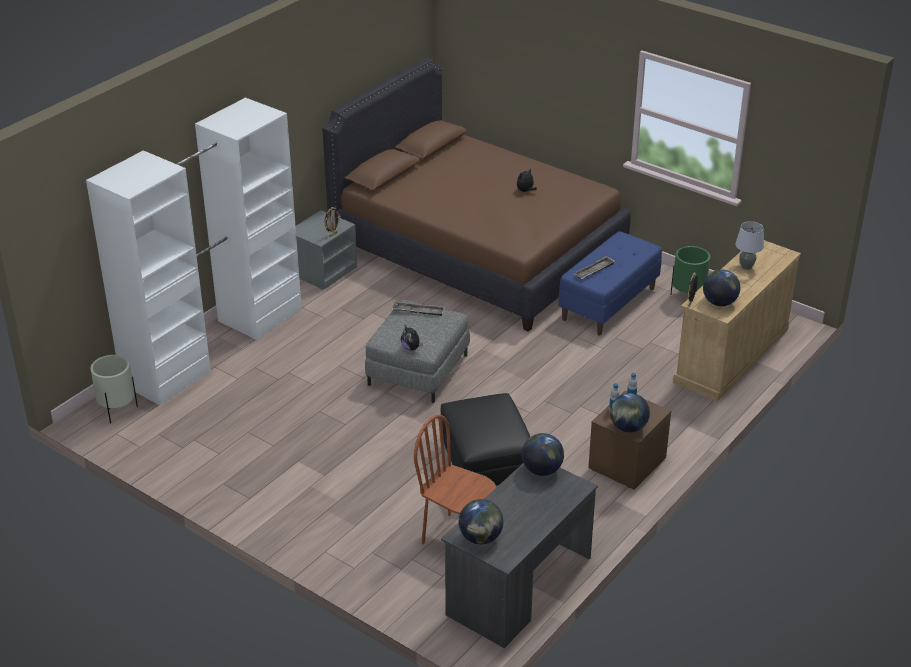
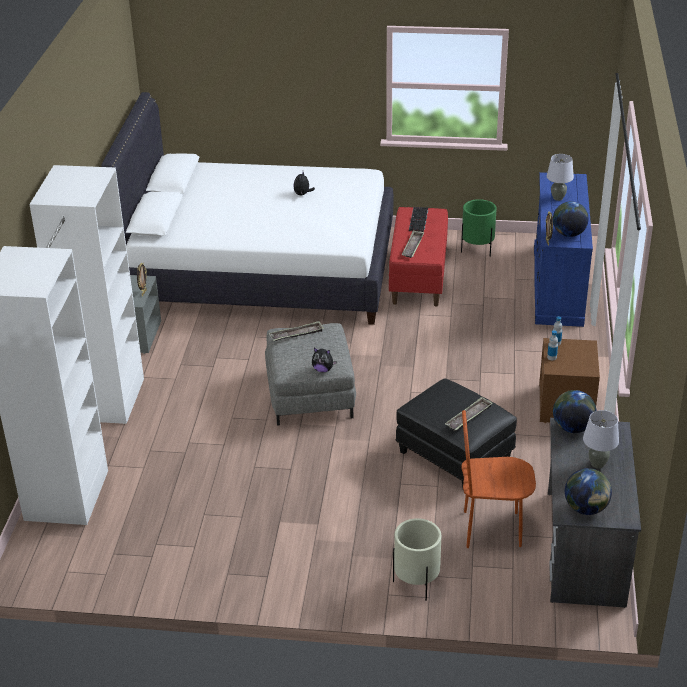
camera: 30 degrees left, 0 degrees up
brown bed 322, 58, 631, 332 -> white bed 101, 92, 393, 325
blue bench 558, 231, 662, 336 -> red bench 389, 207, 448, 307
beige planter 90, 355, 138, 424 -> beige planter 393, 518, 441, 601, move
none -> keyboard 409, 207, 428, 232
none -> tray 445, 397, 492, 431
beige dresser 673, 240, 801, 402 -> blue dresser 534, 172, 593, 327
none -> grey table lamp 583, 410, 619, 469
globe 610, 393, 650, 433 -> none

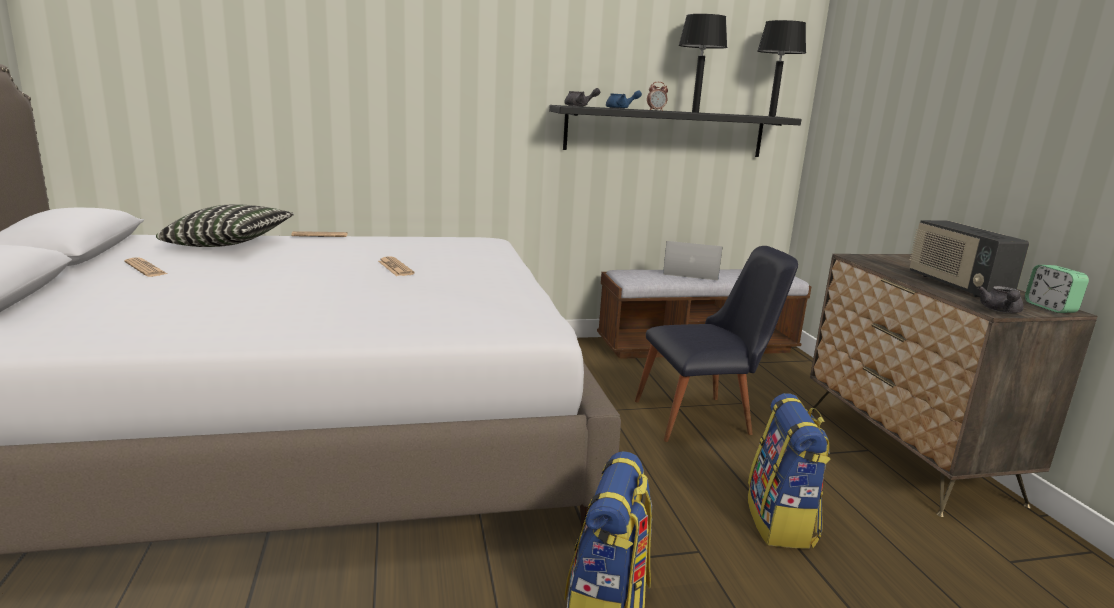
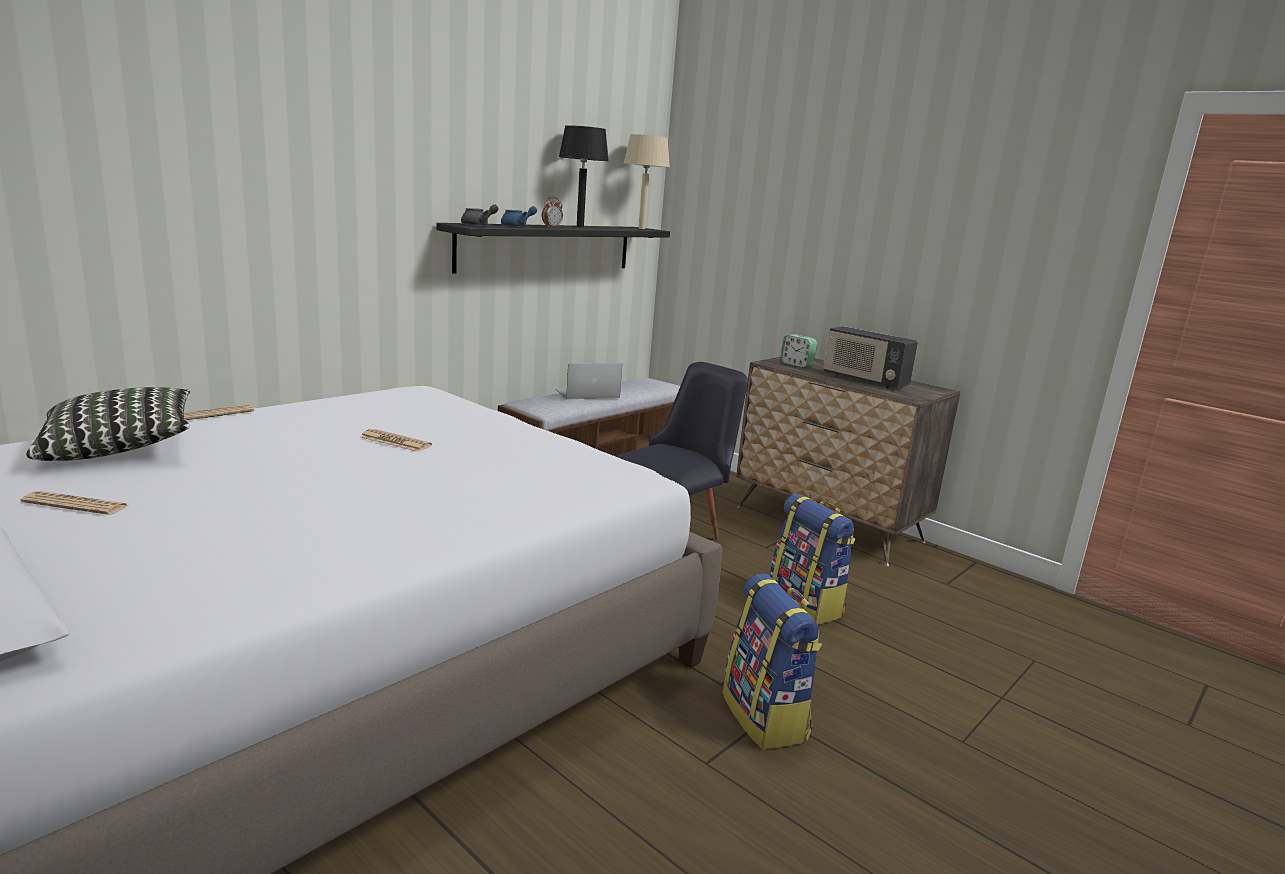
camera: 35 degrees left, 0 degrees up
black table lamp 757, 20, 806, 117 -> beige table lamp 623, 134, 670, 229
alarm clock 1025, 265, 1089, 313 -> alarm clock 780, 334, 817, 368, move
grey teapot 978, 286, 1024, 313 -> none

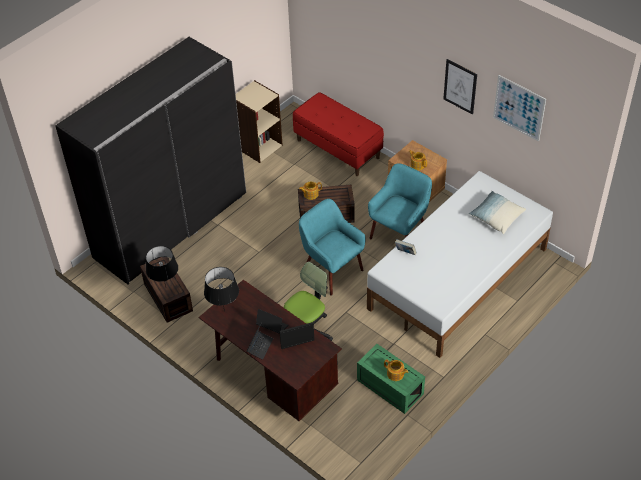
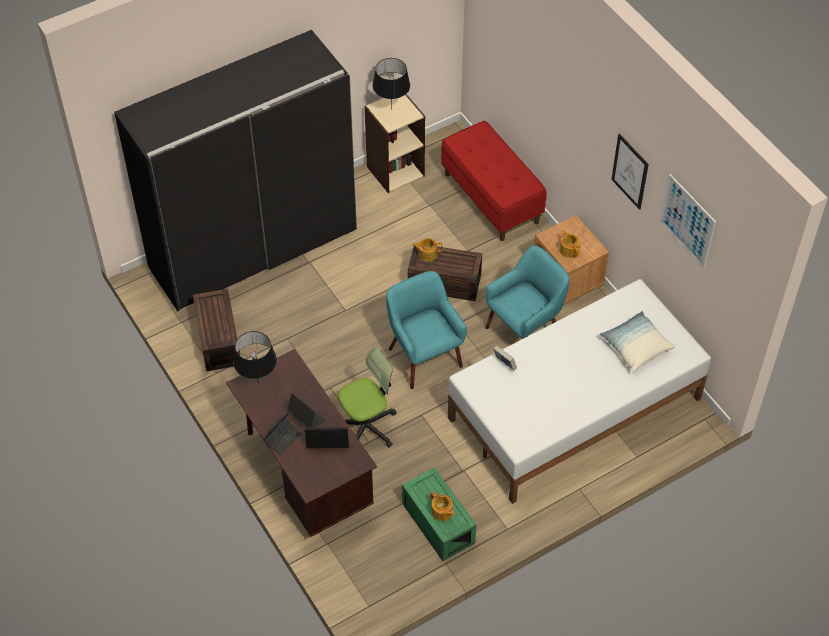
camera: 15 degrees right, 5 degrees up
black table lamp 146, 246, 178, 287 -> black table lamp 373, 58, 410, 108, move

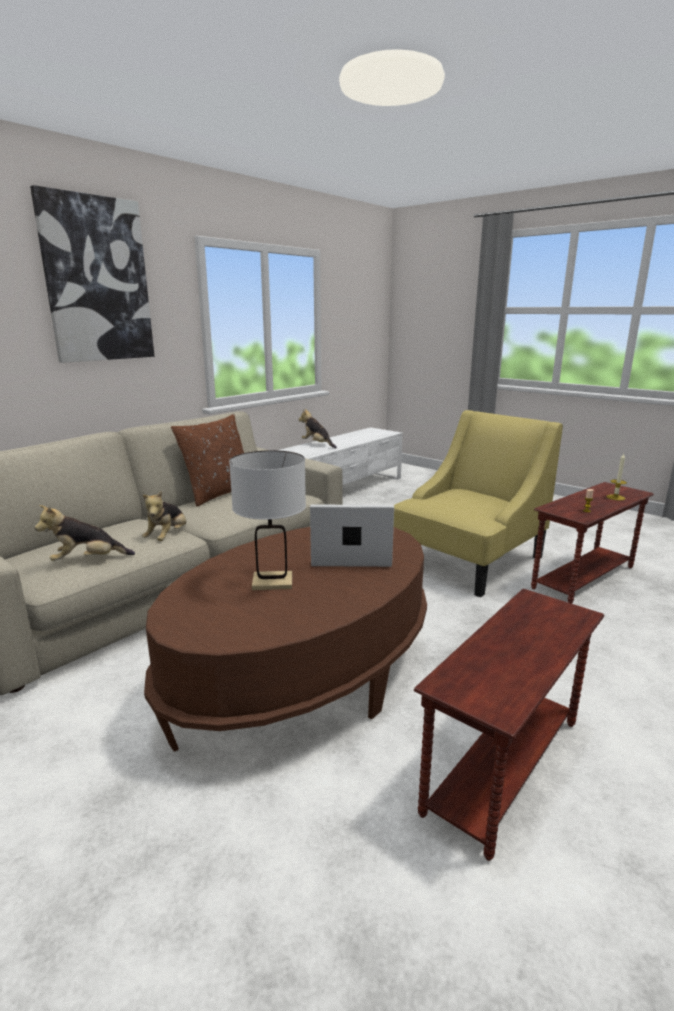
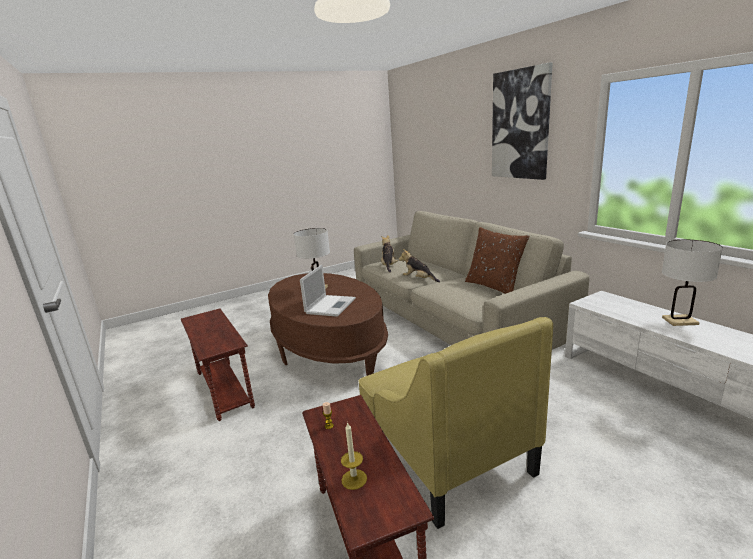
camera: 110 degrees right, 0 degrees up
plush toy 298, 409, 337, 449 -> white table lamp 662, 239, 723, 326

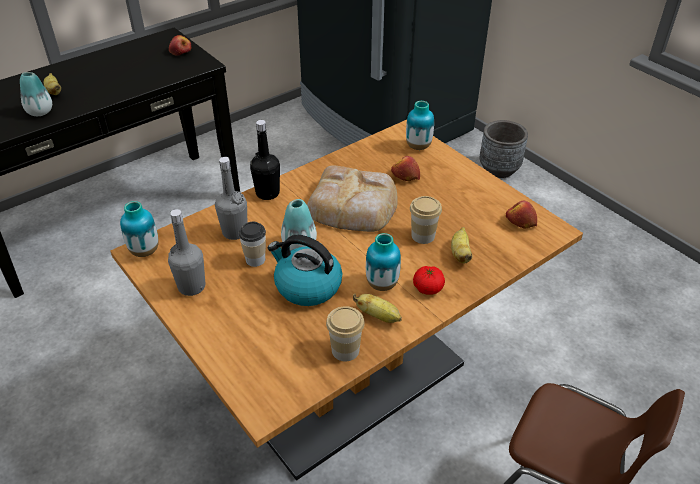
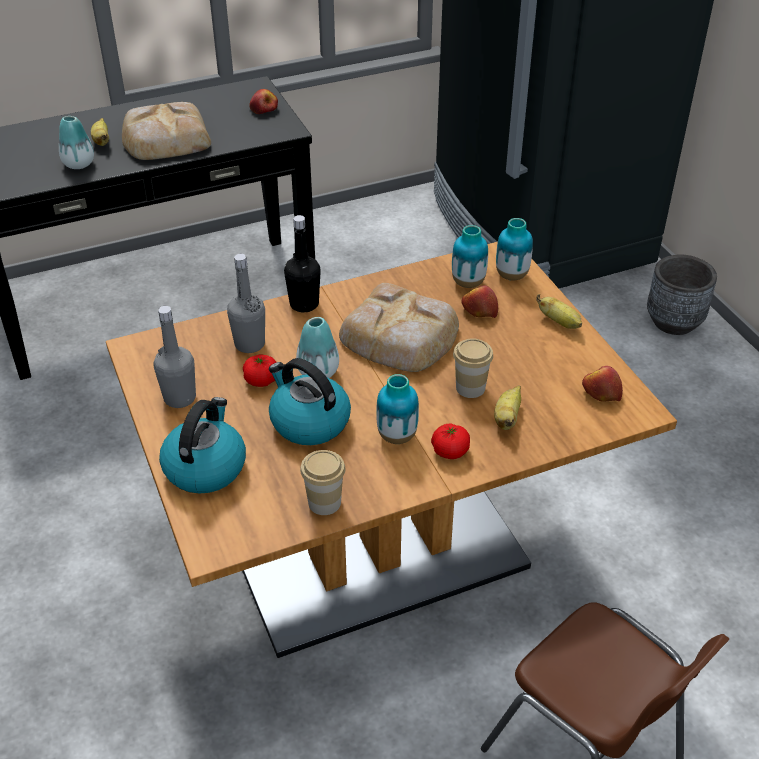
camera: 15 degrees right, 0 degrees up
none -> bread 122, 102, 211, 160
none -> kettle 159, 397, 246, 494
cup 239, 222, 266, 267 -> tomato 243, 355, 277, 387
vase 120, 201, 159, 257 -> vase 452, 225, 488, 288, move
banana 353, 294, 402, 323 -> banana 536, 294, 582, 329, move

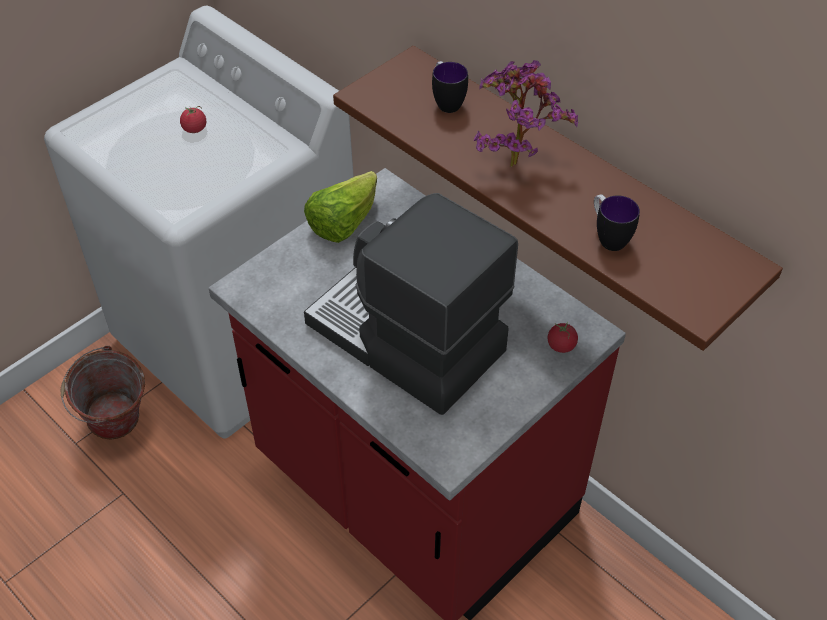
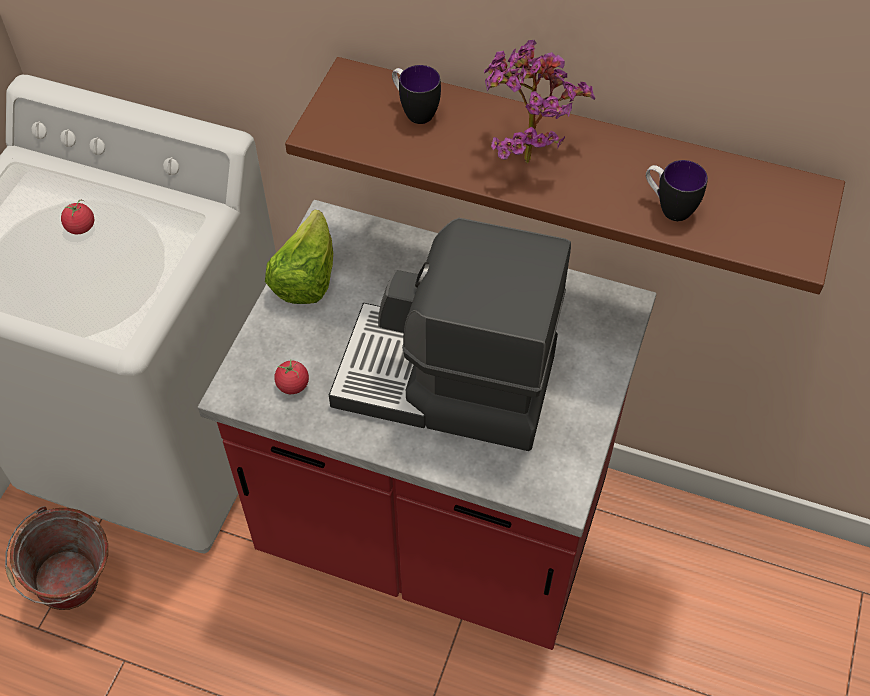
camera: 25 degrees left, 5 degrees up
tomato 548, 322, 578, 353 -> tomato 274, 359, 309, 394, move

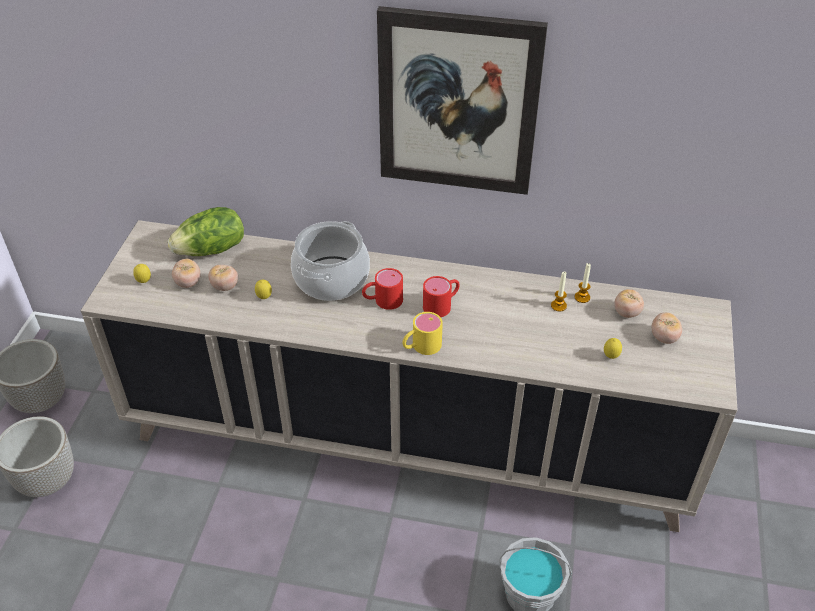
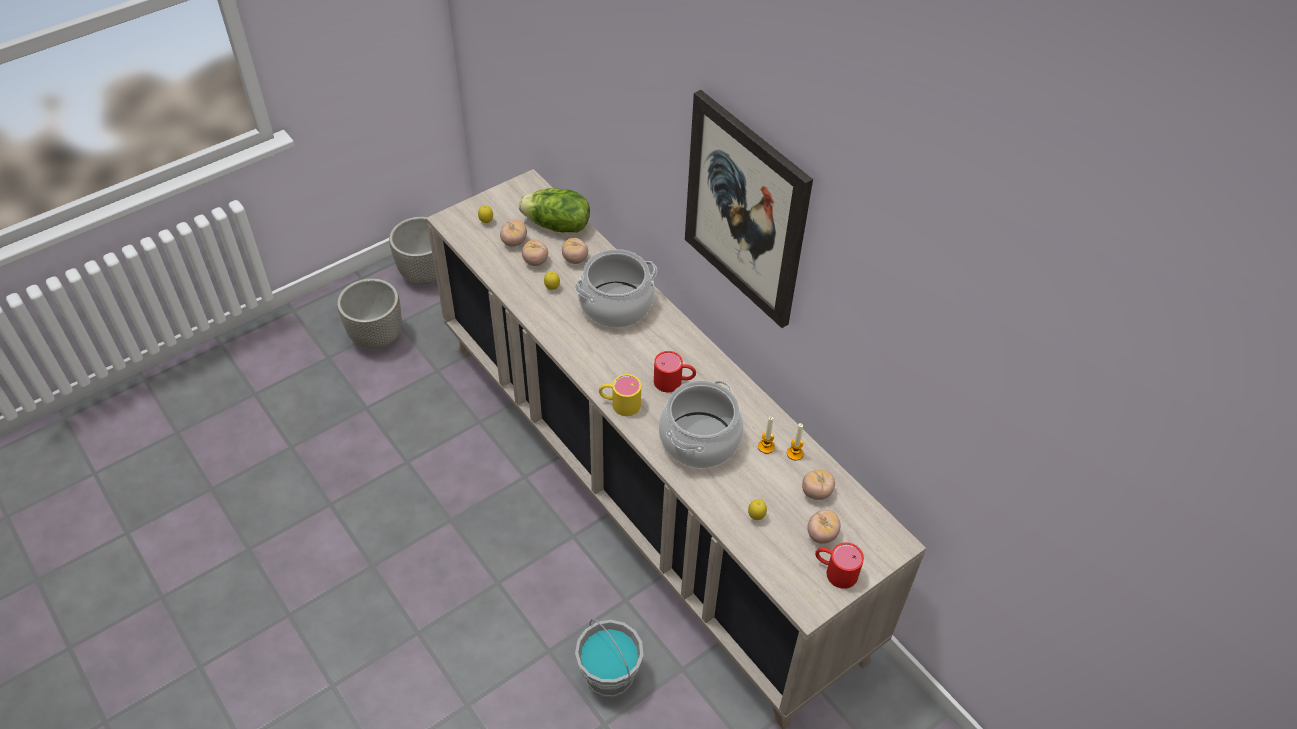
camera: 40 degrees right, 5 degrees up
none -> tomato 562, 238, 588, 264
none -> cooking pot 659, 380, 744, 468
red mug 362, 268, 403, 310 -> red mug 815, 542, 864, 589, move

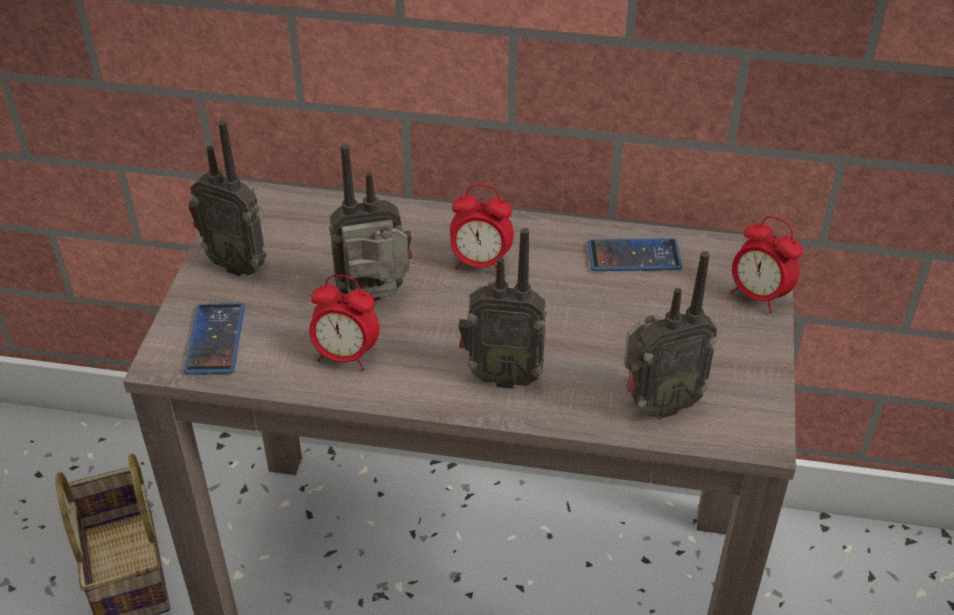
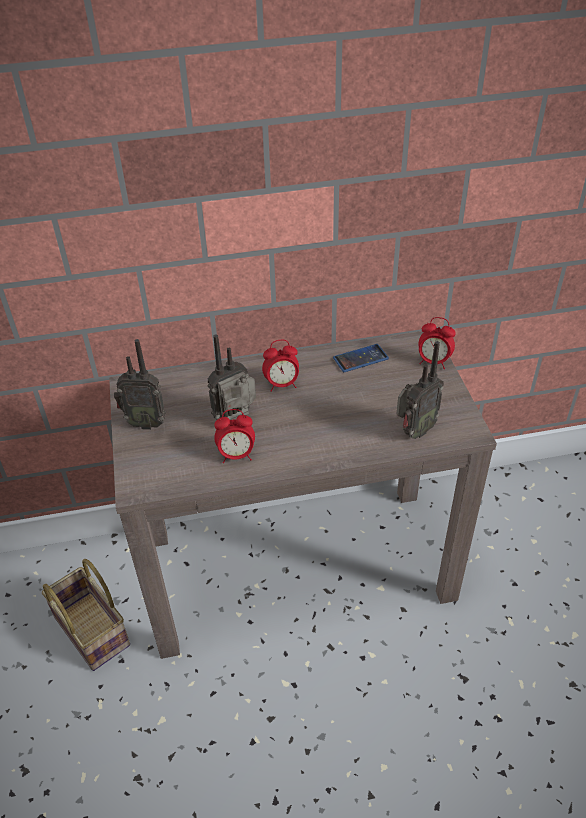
camera: 20 degrees left, 0 degrees up
phone 184, 303, 245, 374 -> none
radio 459, 228, 547, 389 -> none

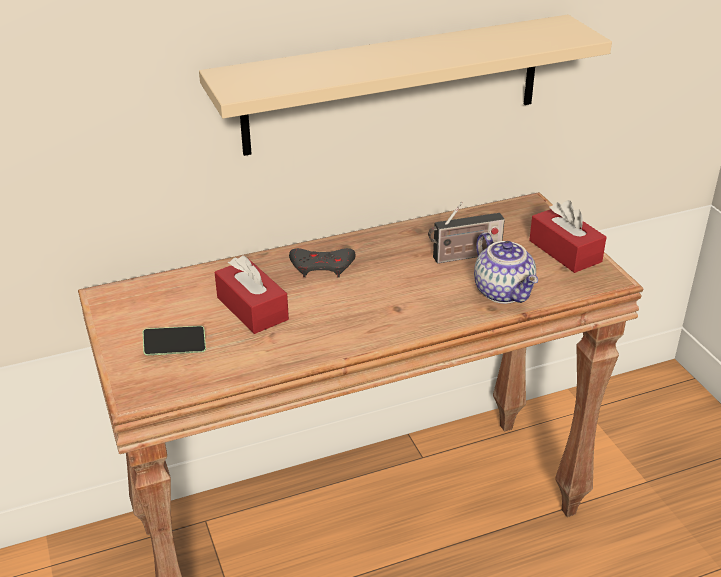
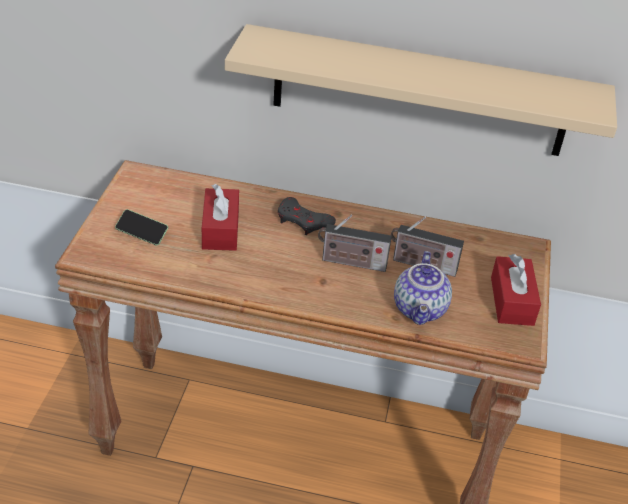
camera: 30 degrees right, 5 degrees up
none -> radio 318, 214, 392, 272

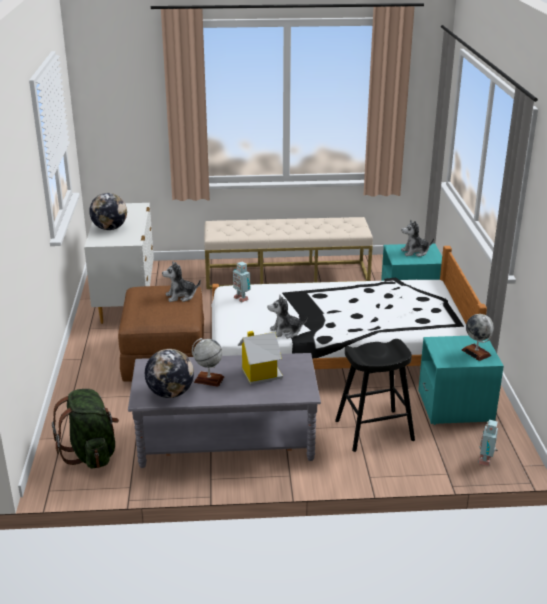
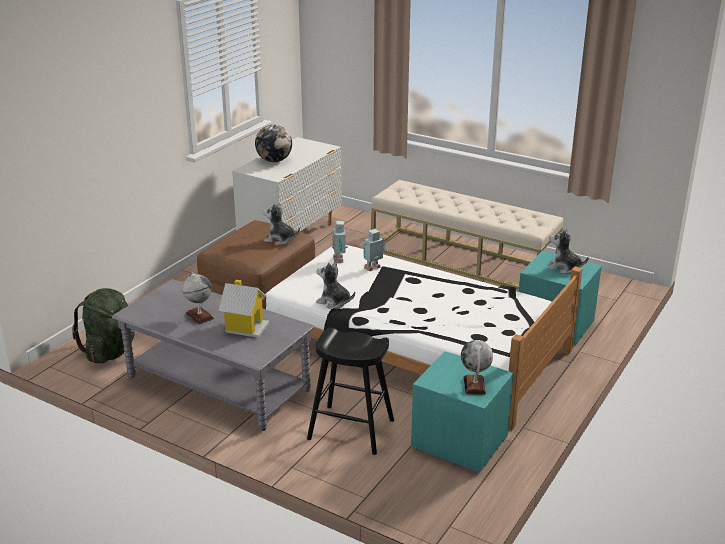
camera: 35 degrees right, 0 degrees up
toy robot 478, 419, 498, 466 -> toy robot 363, 229, 385, 271, move
globe 145, 349, 194, 398 -> none

